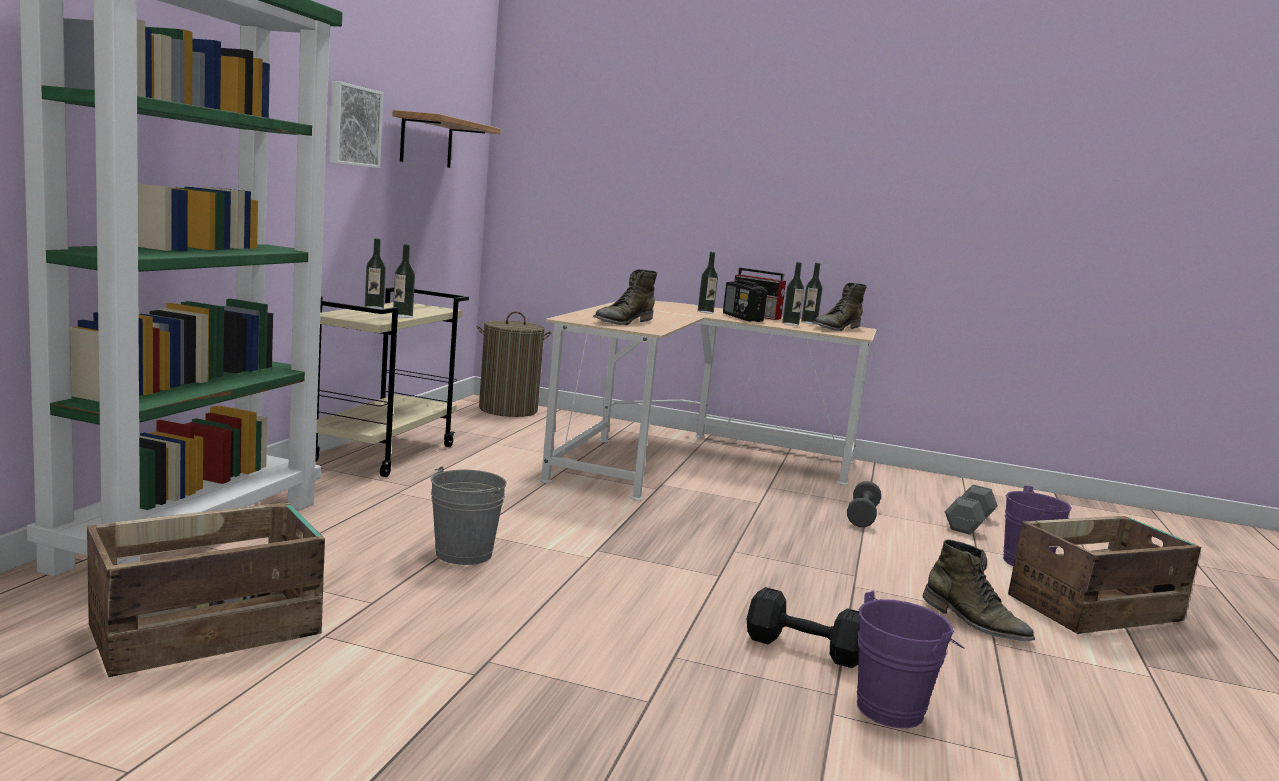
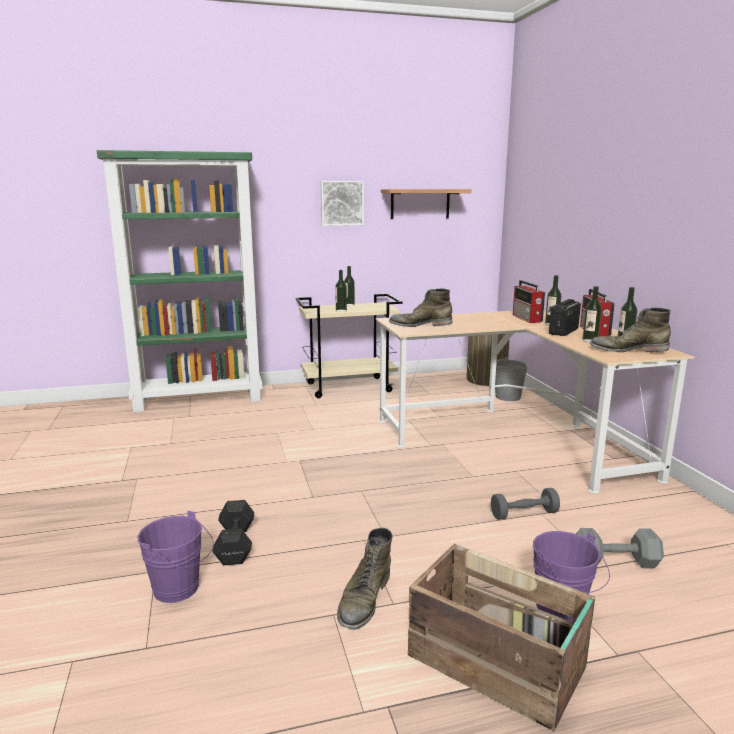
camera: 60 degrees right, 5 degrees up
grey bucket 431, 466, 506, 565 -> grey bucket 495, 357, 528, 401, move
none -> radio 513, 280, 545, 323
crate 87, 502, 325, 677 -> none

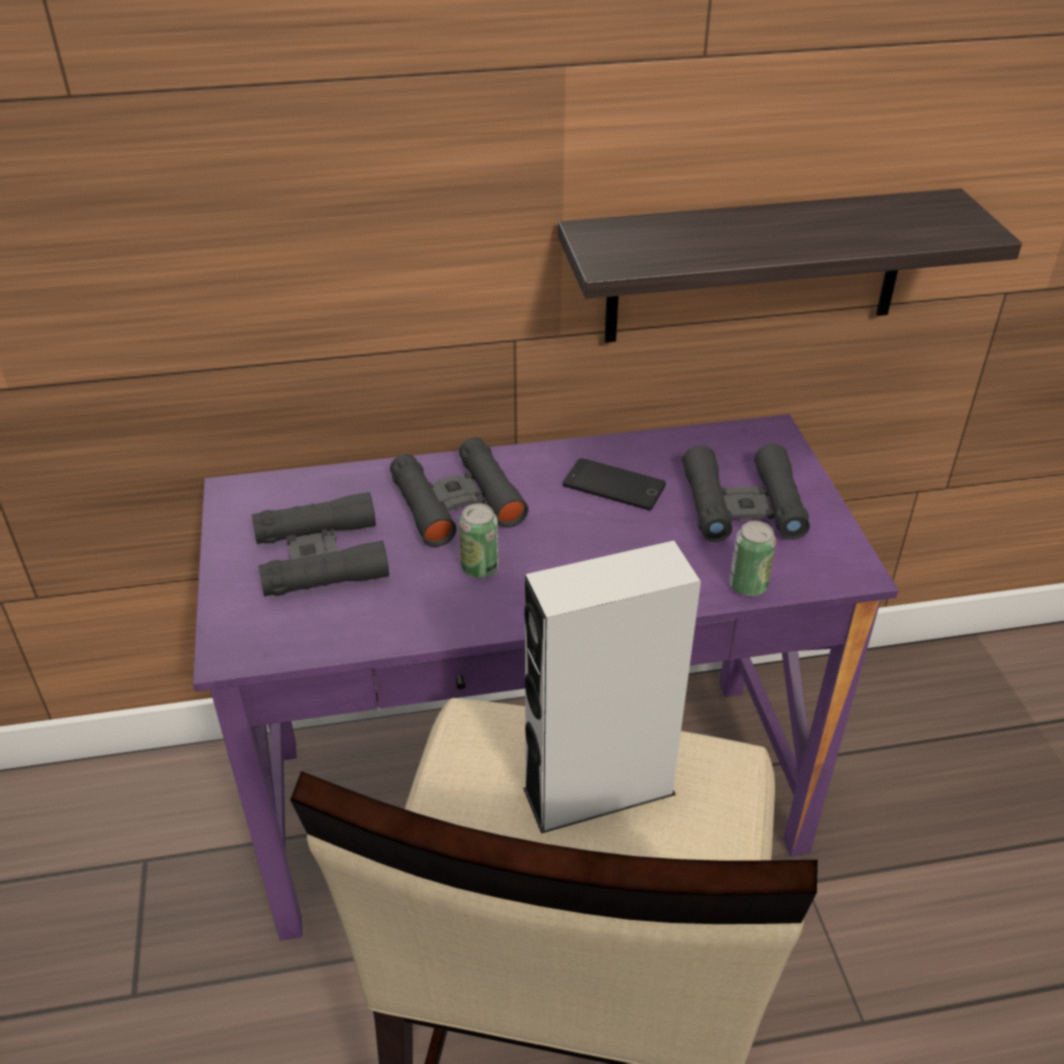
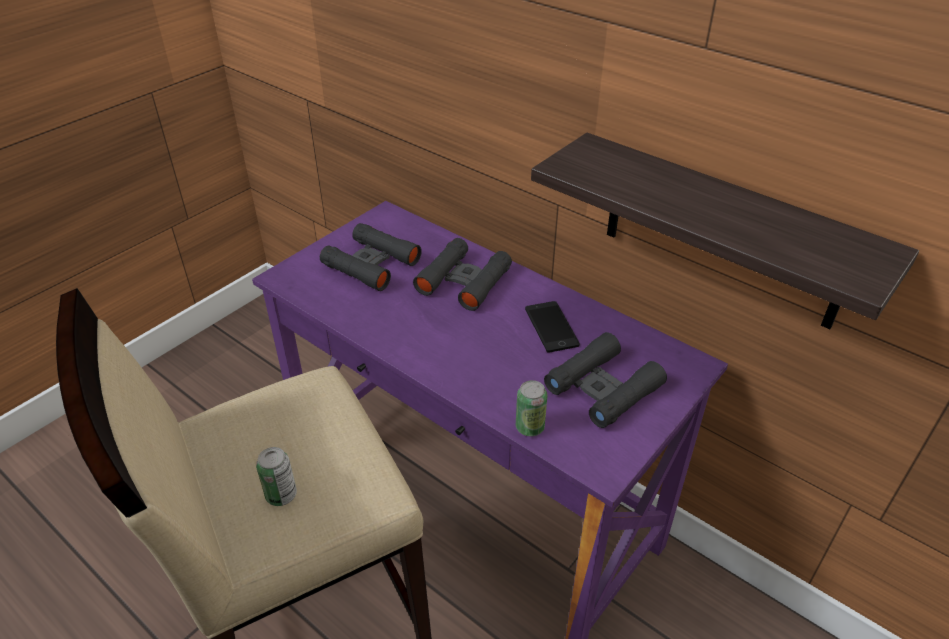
camera: 50 degrees right, 0 degrees up
can 459, 503, 499, 578 -> can 256, 447, 297, 506, move
grey speaker 523, 540, 701, 834 -> none

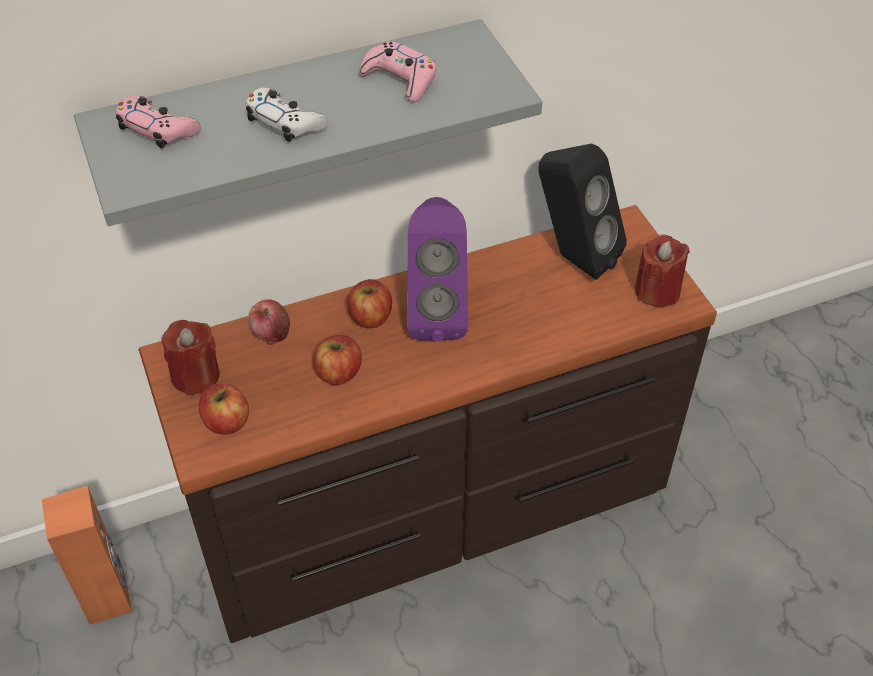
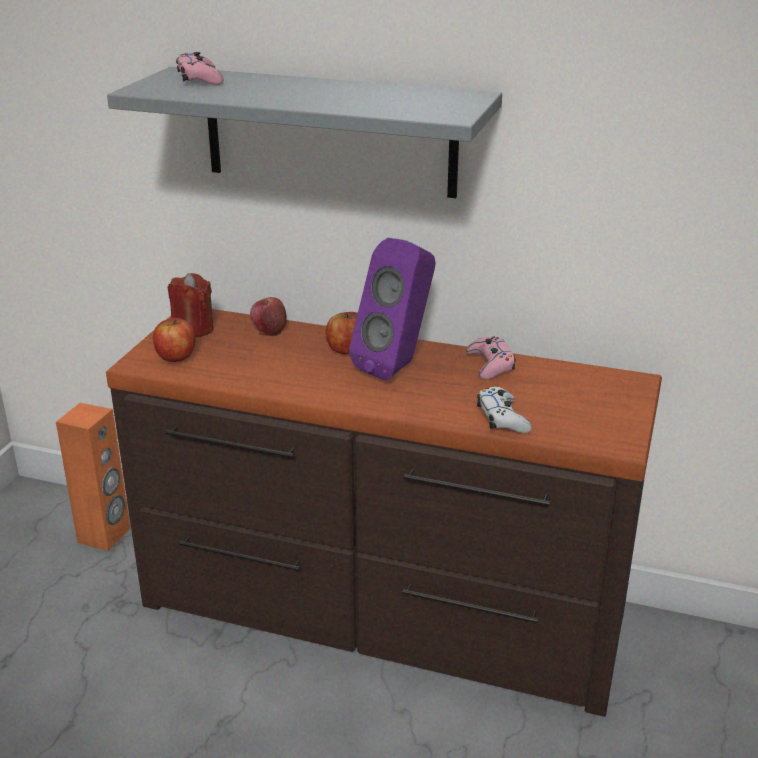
camera: 40 degrees right, 20 degrees down
pink game controller 359, 41, 437, 102 -> pink game controller 466, 336, 516, 380, move
white game controller 245, 87, 328, 142 -> white game controller 477, 387, 532, 433, move
apple 313, 335, 362, 385 -> none
black speaker 538, 143, 627, 280 -> none
red candle 635, 235, 690, 307 -> none

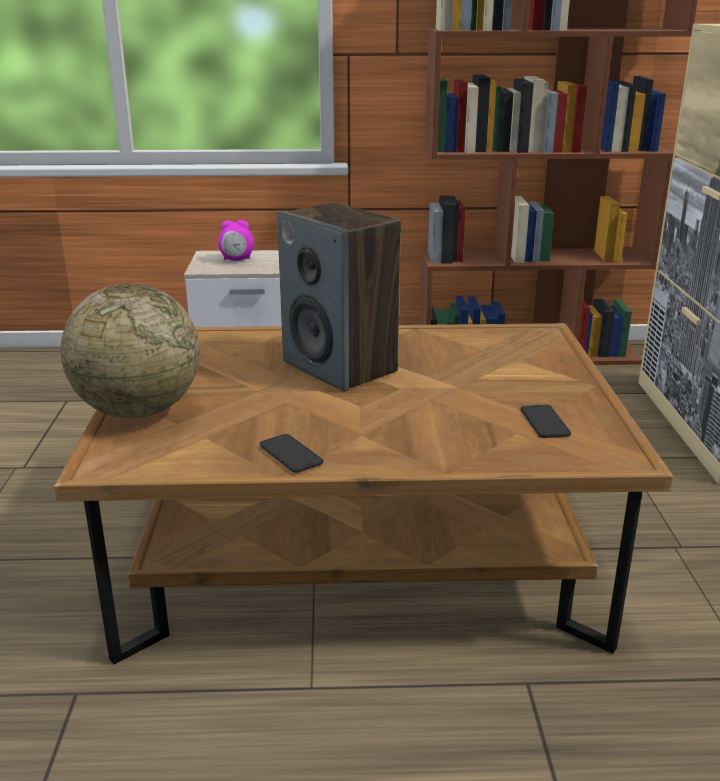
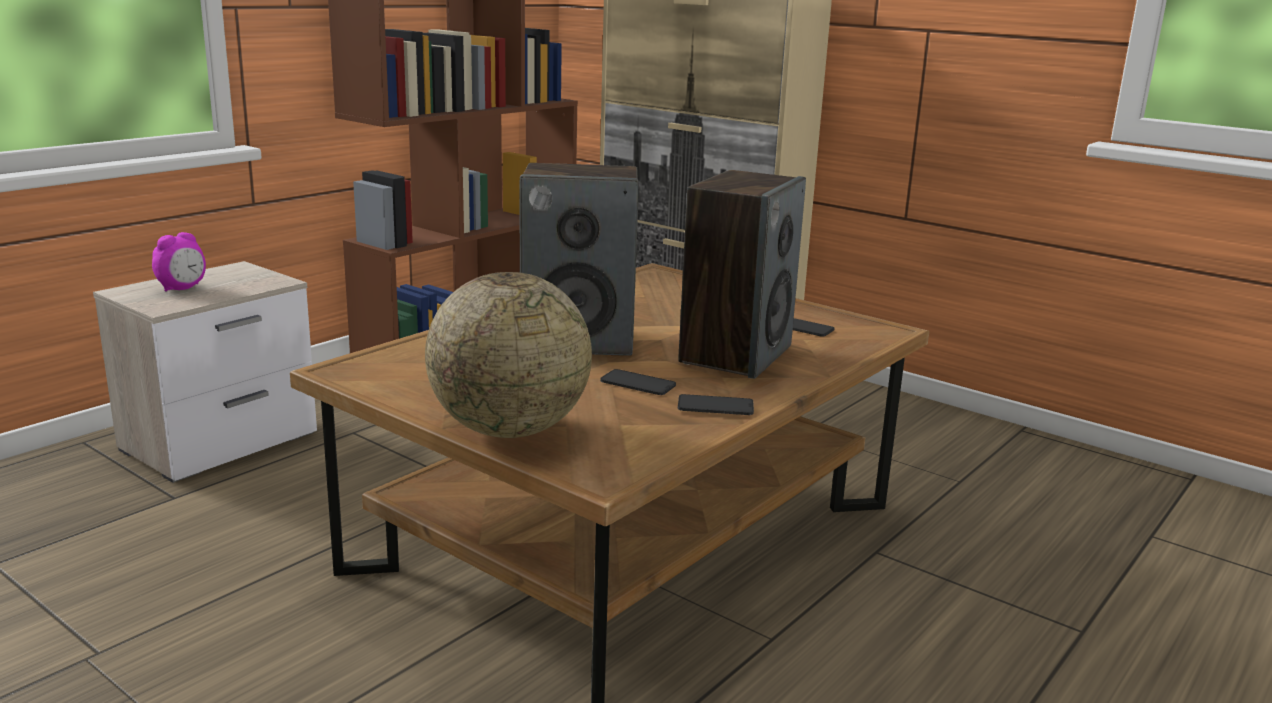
camera: 50 degrees left, 5 degrees down
none -> phone 600, 369, 676, 395
none -> speaker 678, 170, 806, 379

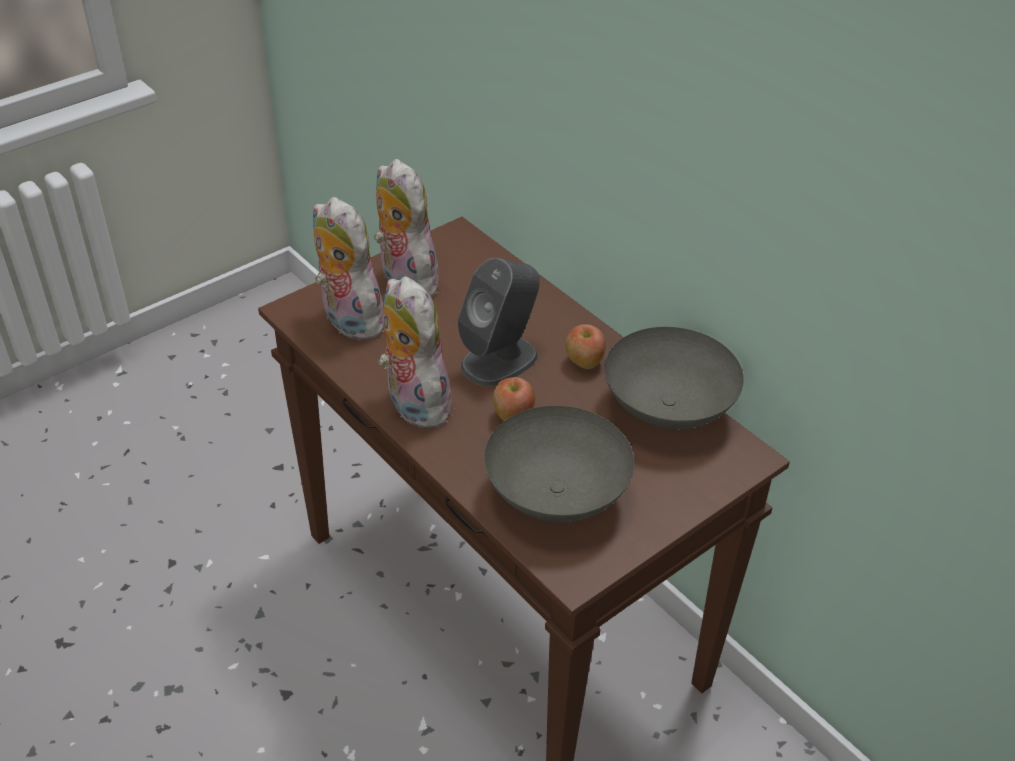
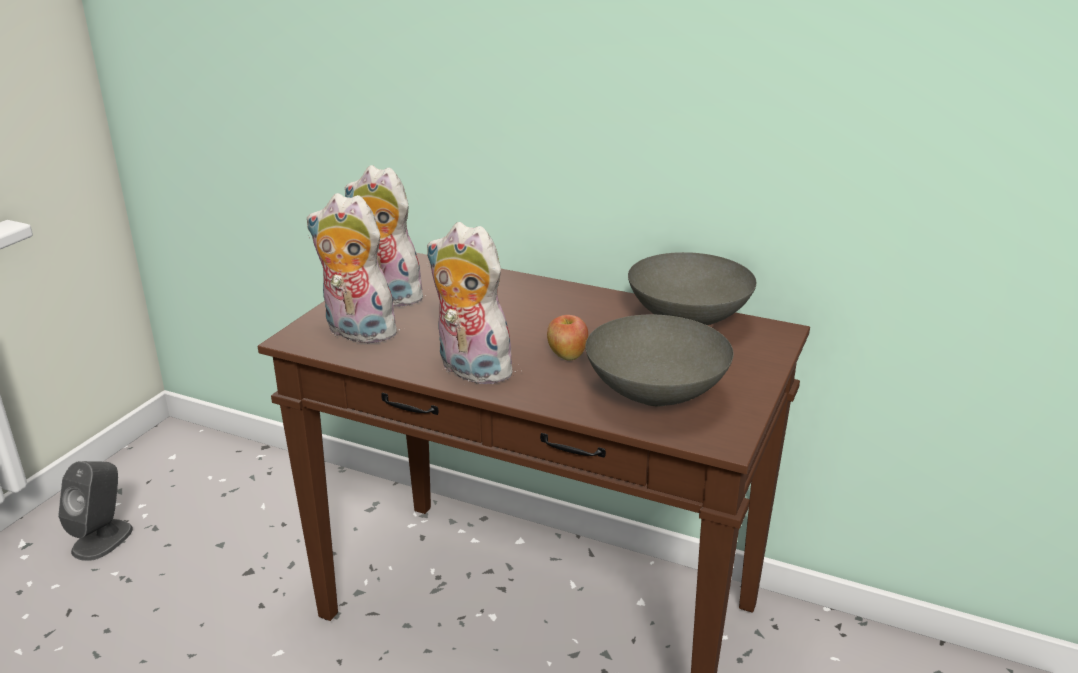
camera: 25 degrees left, 15 degrees down
grey speaker 458, 258, 540, 386 -> grey speaker 58, 461, 133, 561, move
apple 565, 324, 606, 369 -> none

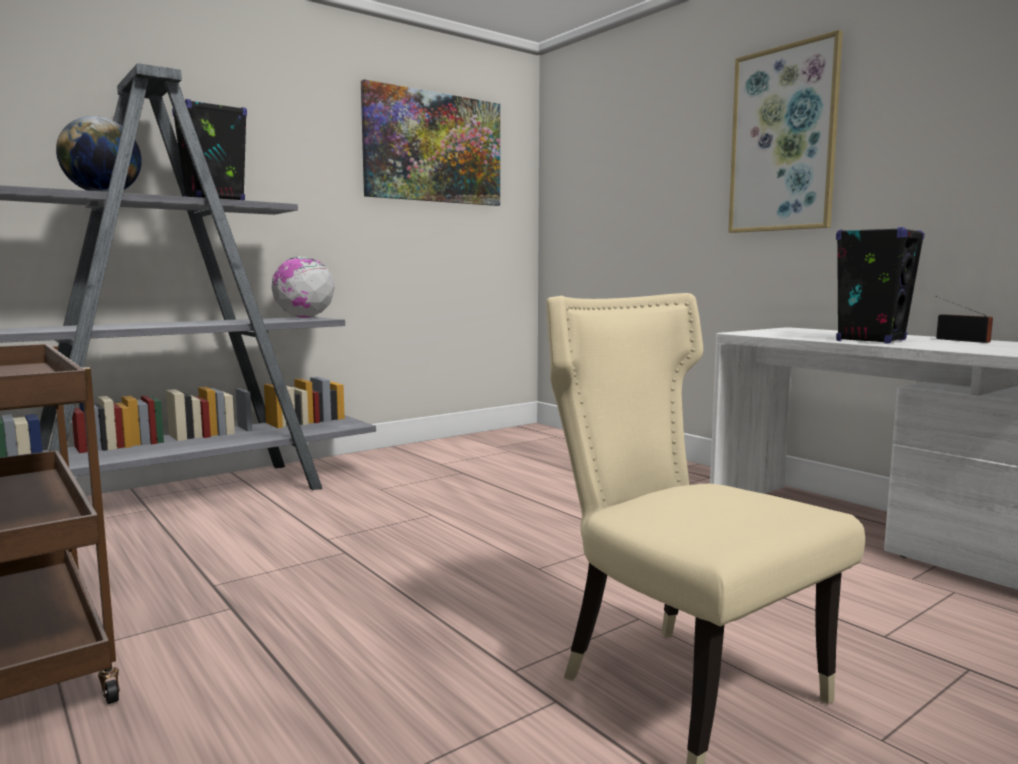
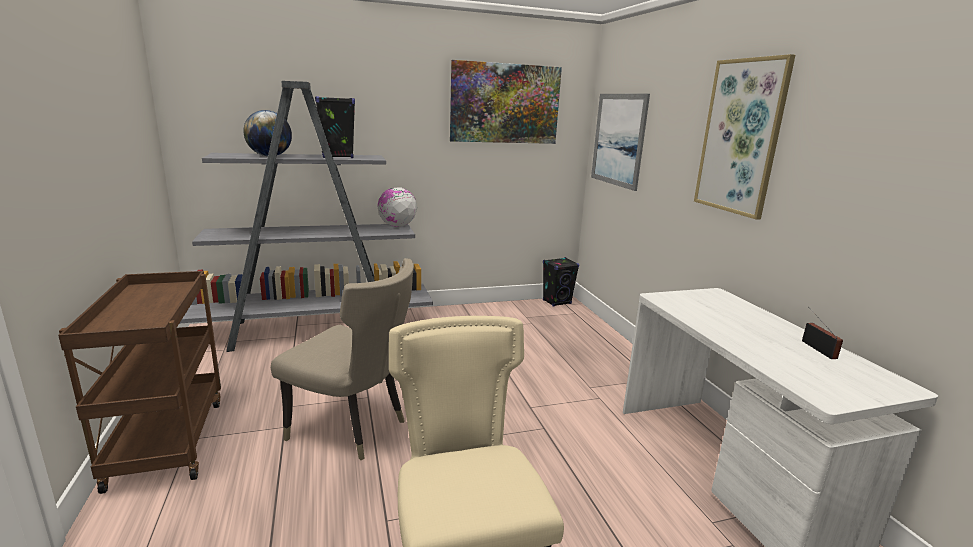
camera: 20 degrees right, 10 degrees up
none -> beige chair 271, 258, 414, 460
black speaker 836, 227, 925, 344 -> black speaker 543, 257, 579, 307, move
none -> picture 591, 94, 650, 191

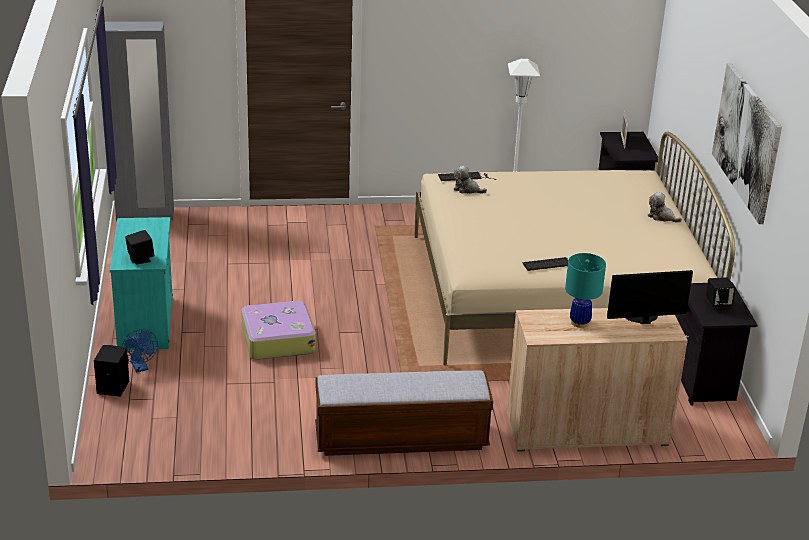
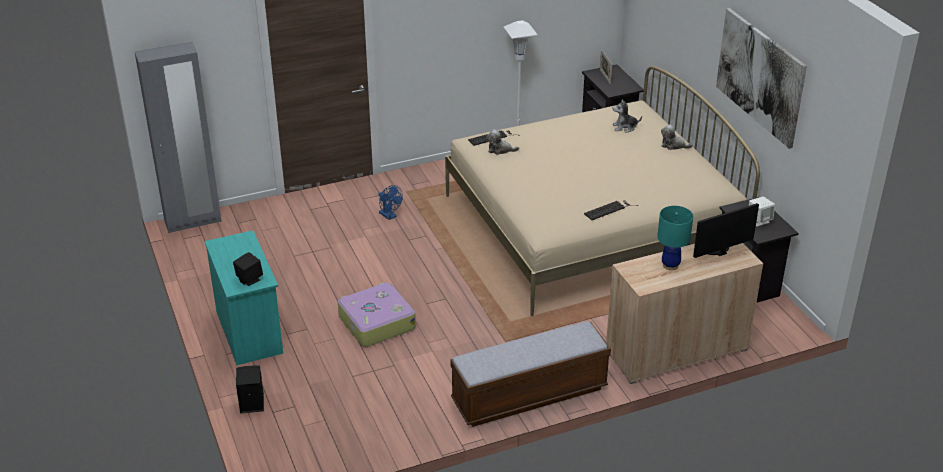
camera: 15 degrees left, 5 degrees up
blue fan 122, 329, 158, 372 -> blue fan 378, 185, 403, 220, move
none -> plush toy 613, 99, 642, 133
black speaker 706, 277, 736, 310 -> white speaker 749, 197, 775, 227

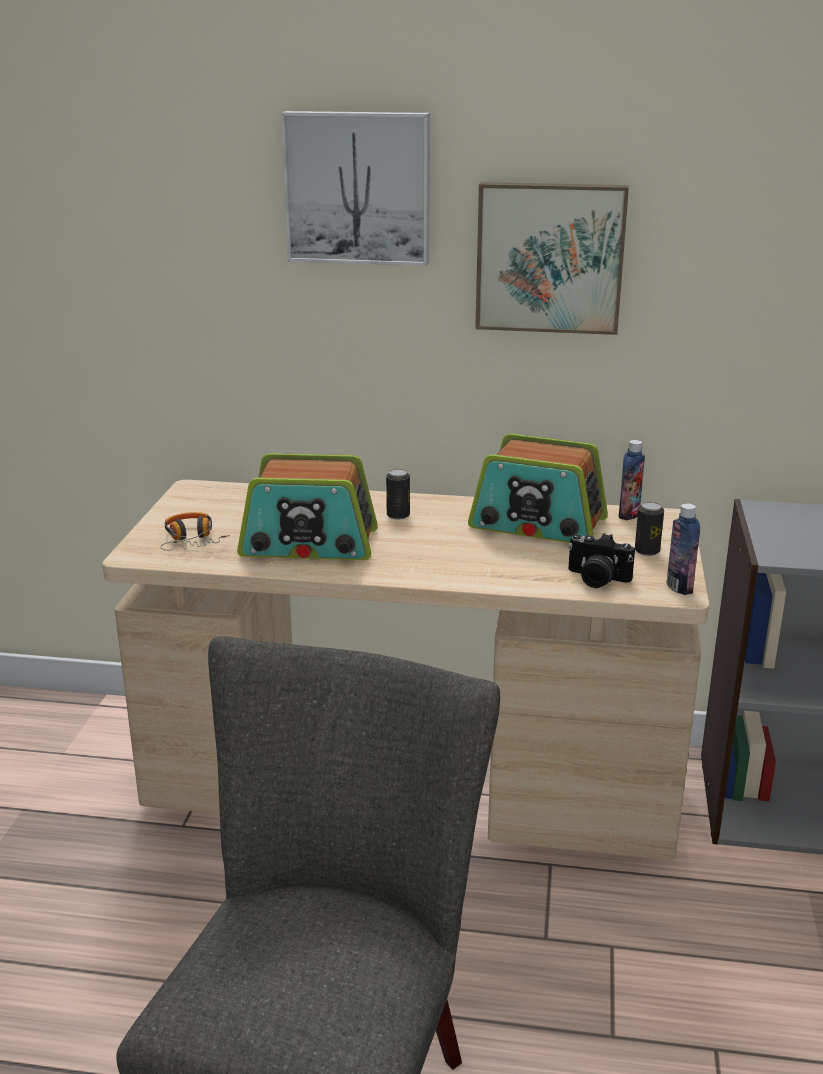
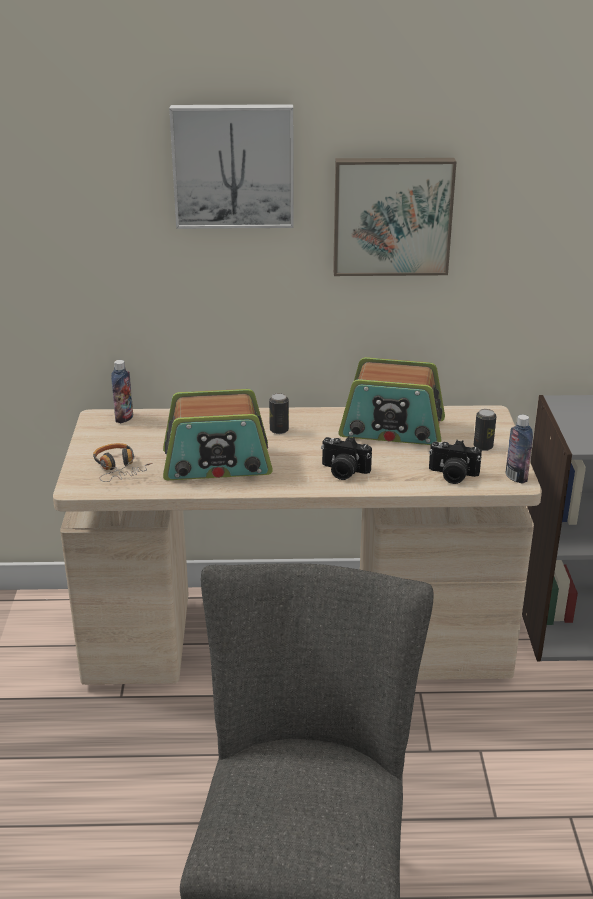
camera: 10 degrees left, 5 degrees up
bottle 619, 440, 645, 520 -> bottle 111, 360, 133, 423, move
none -> photo camera 321, 436, 372, 480

